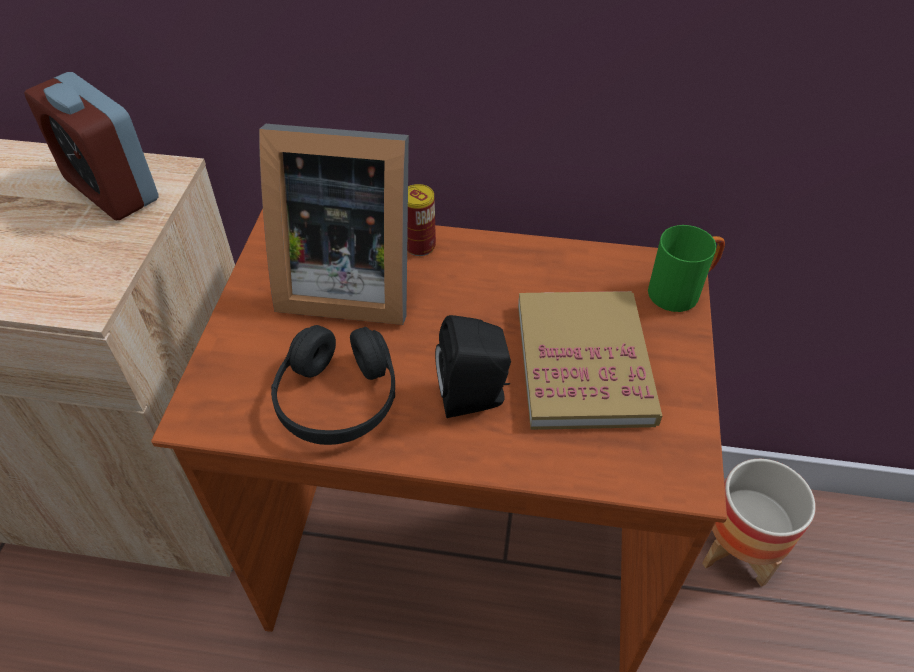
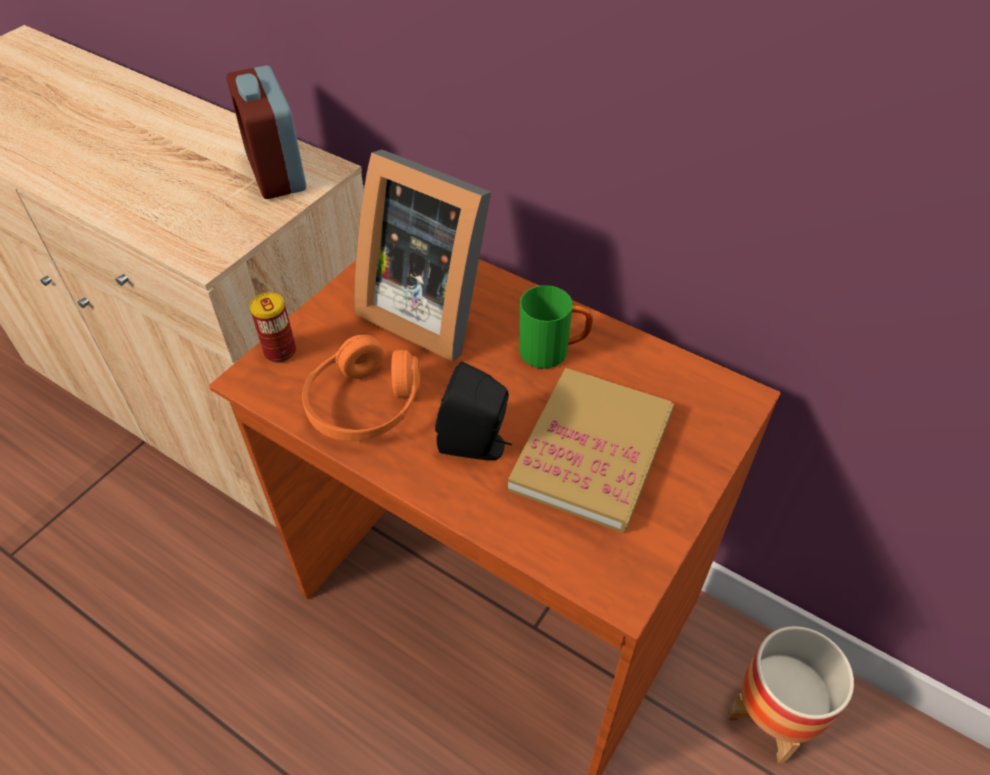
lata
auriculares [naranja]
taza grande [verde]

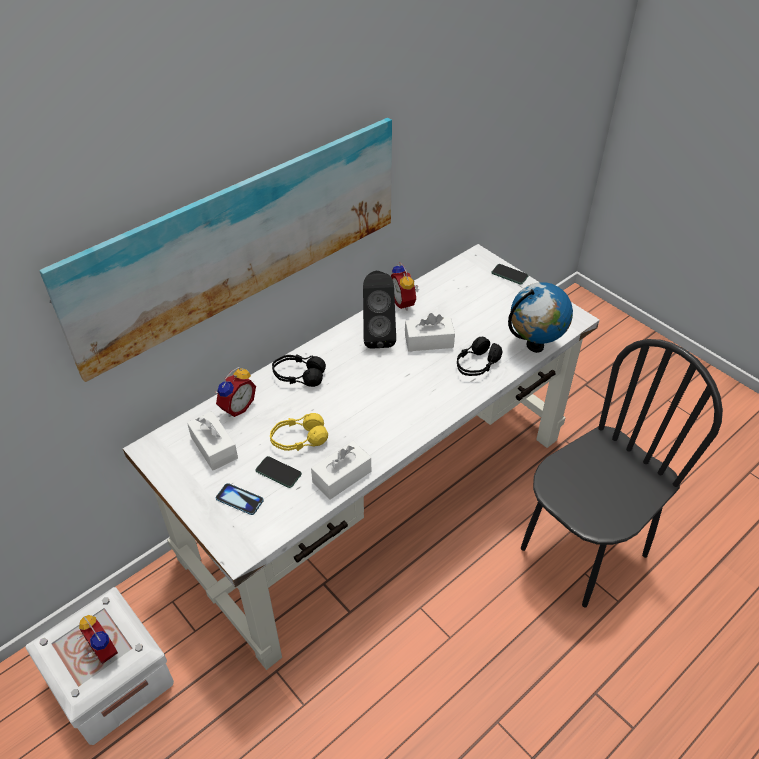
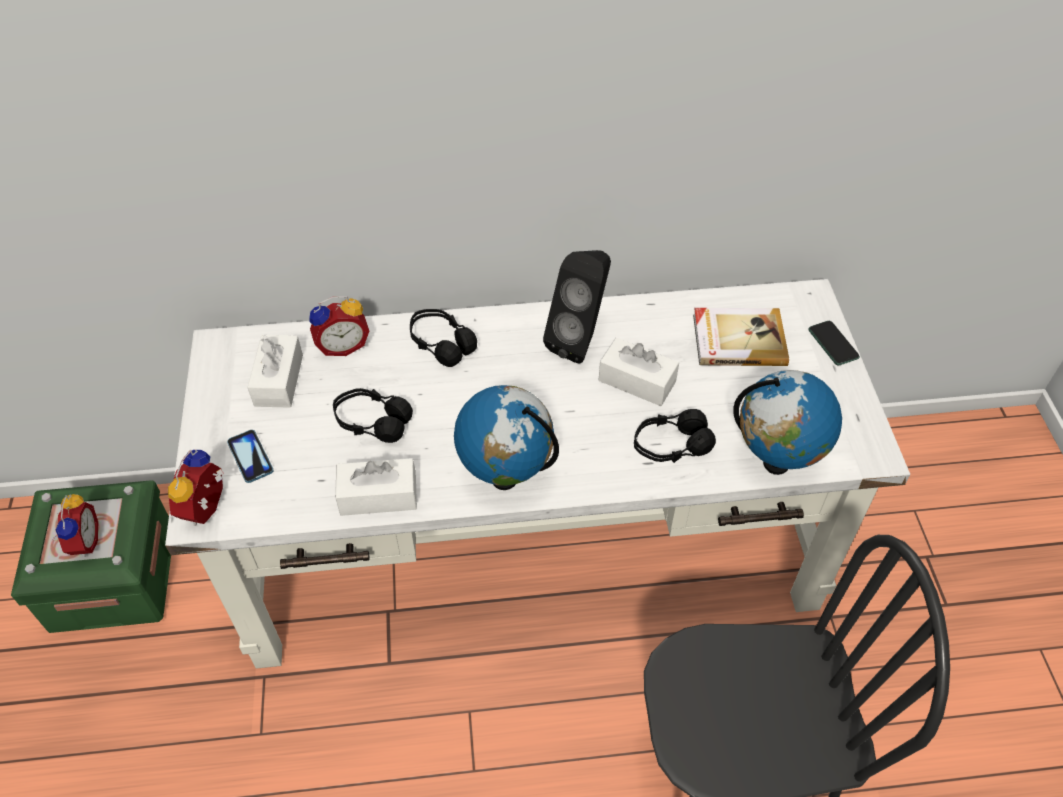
caja de almacenaje [verde]
despertador (2nd from left)
auriculares [negro] (1st from left)
globo terráqueo (1st from left)
libro
cuadro
móvil (2nd from left in the first image)

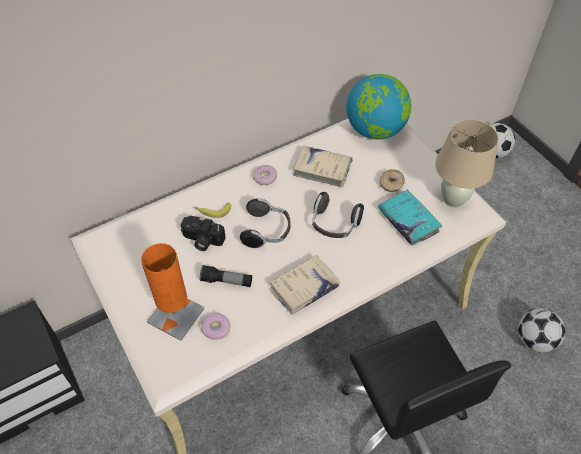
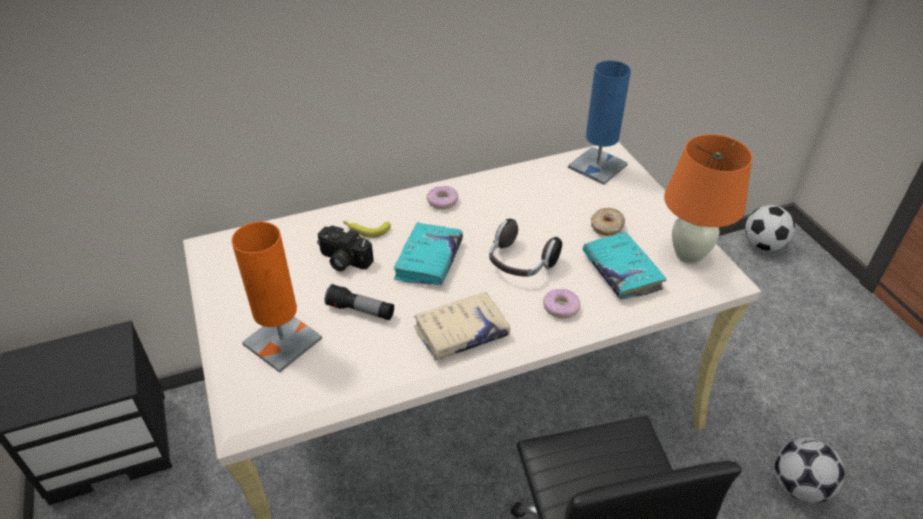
libro [turquesa] (1st from left)
rosquilla (2nd from left)
lámpara de mesa [azul]
lámpara de mesa [naranja] (2nd from left)
libro [beis] (2nd from left in the first image)

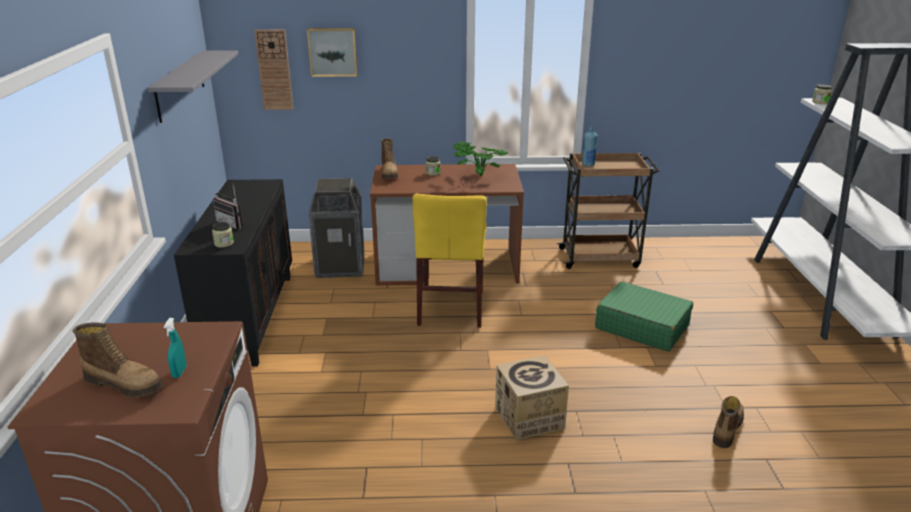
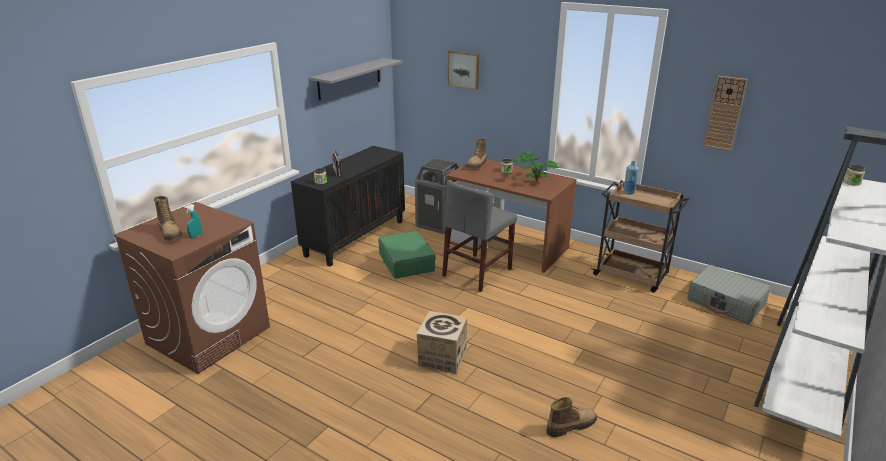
maleta [verde]
silla [gris]
maleta [gris]
reloj de pared

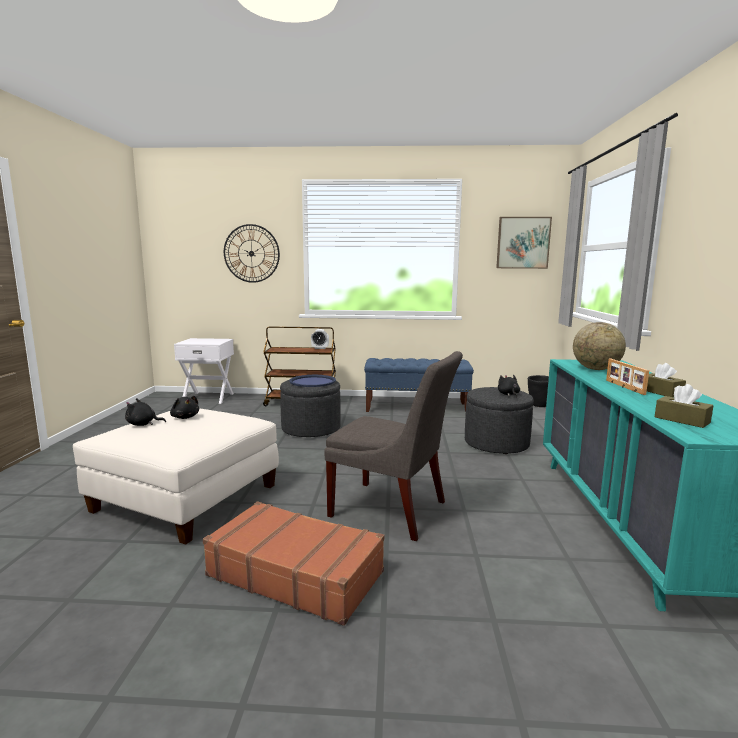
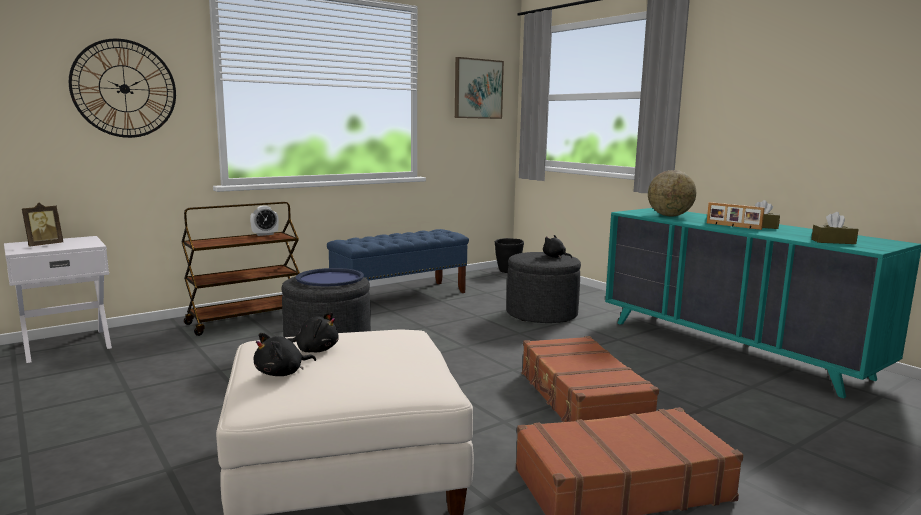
portarretratos (1st from left)
maleta [marrón] (1st from left)

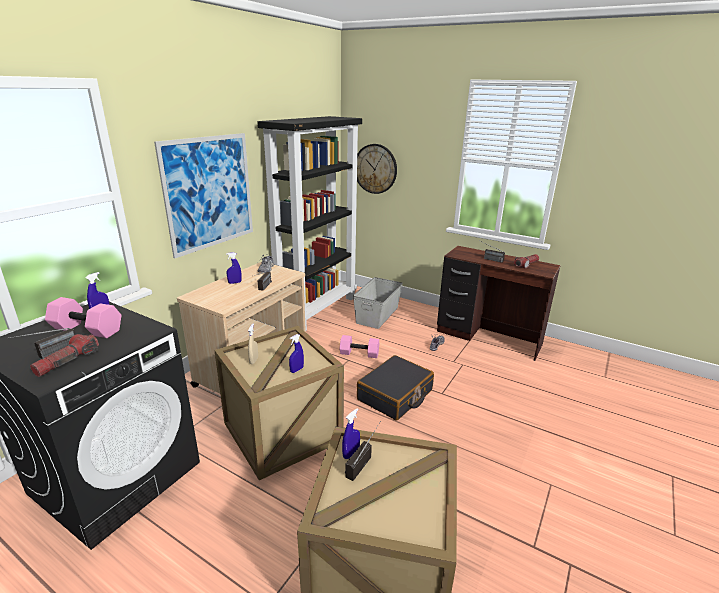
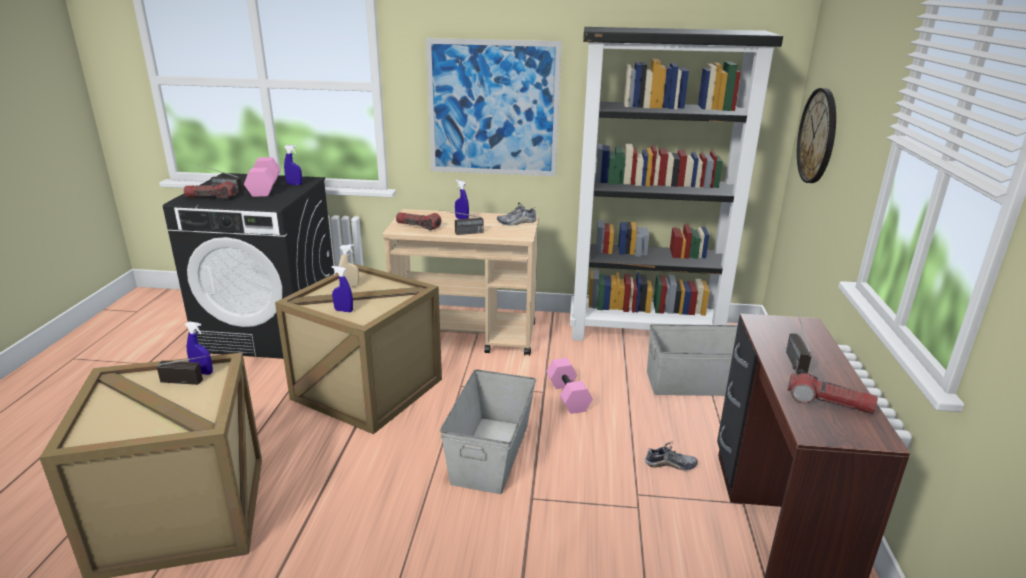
linterna (2nd from left)
caja de almacenaje [gris] (1st from left)

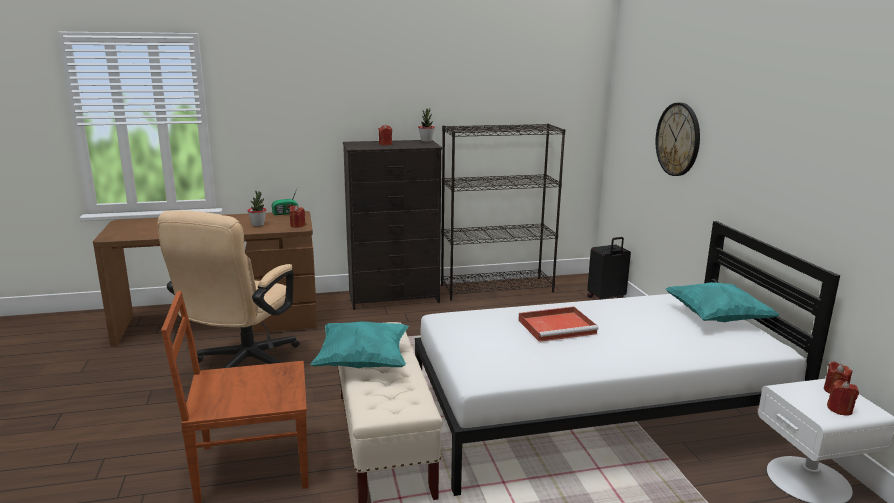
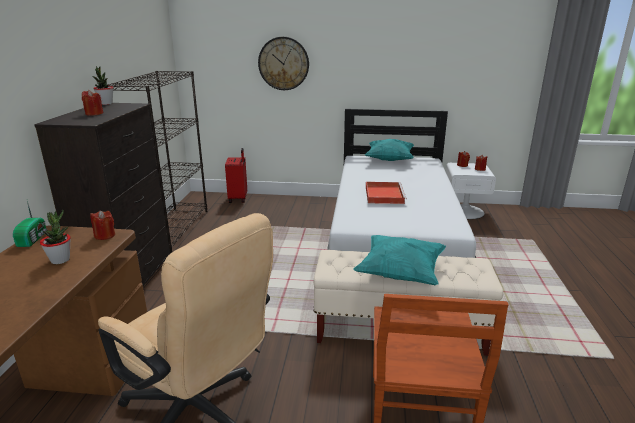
maleta [rojo]

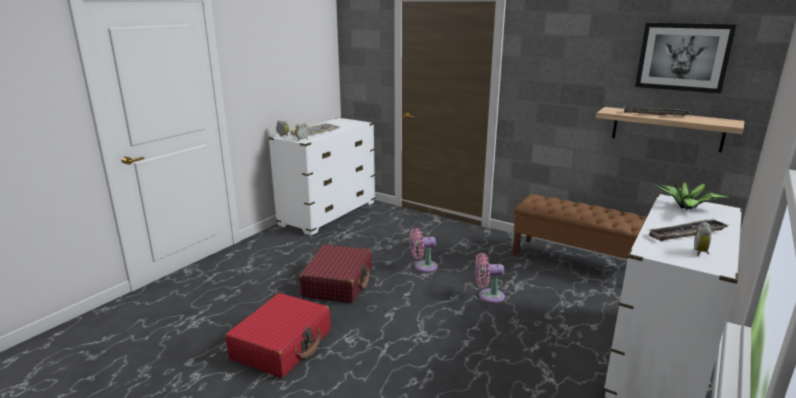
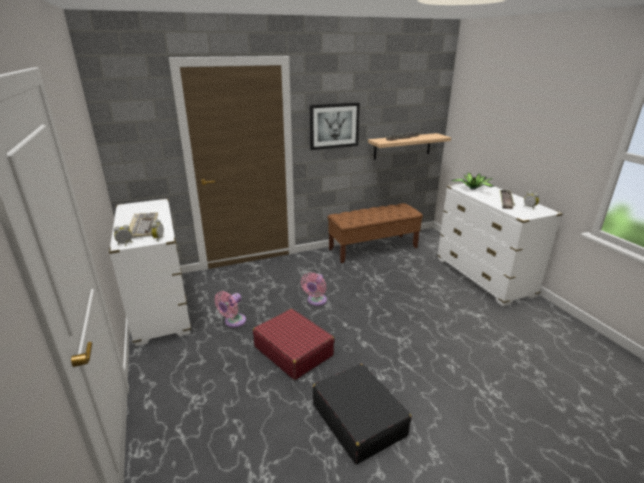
ventilador [rosa] (1st from left)
cuadro
maleta [negro]

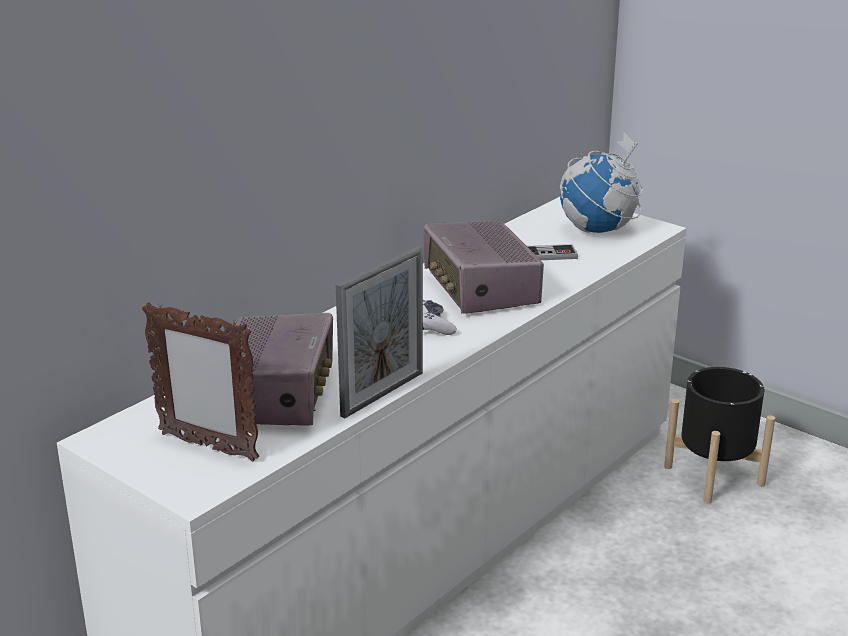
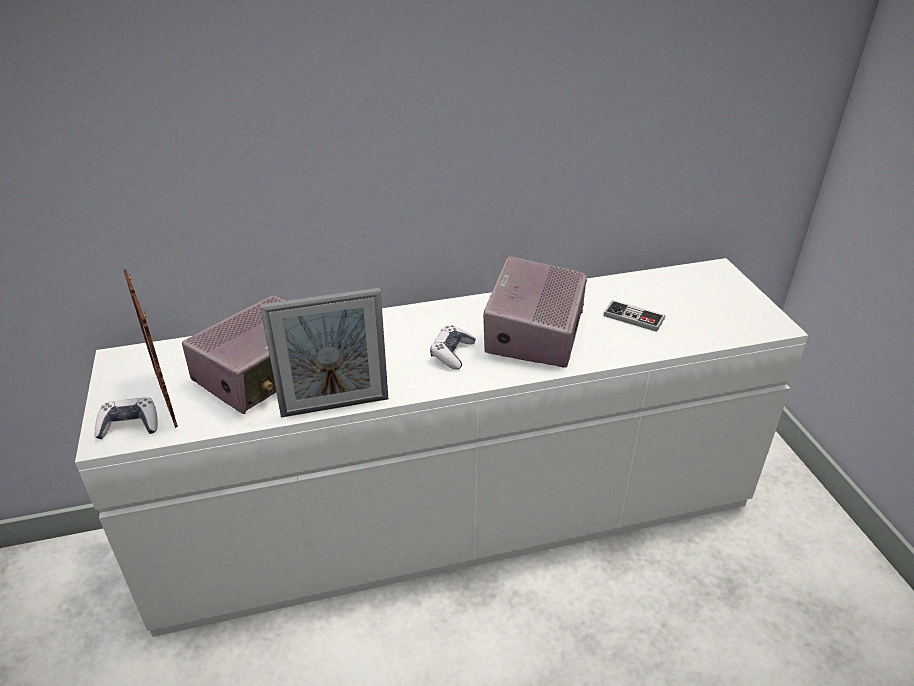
mando de consola (1st from left)
globo terráqueo
maceta [negro]

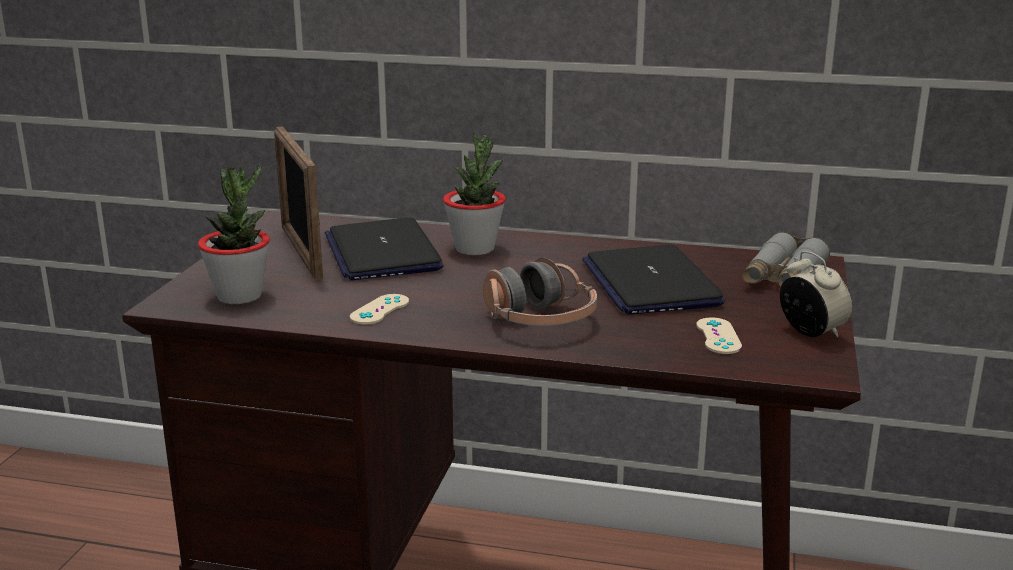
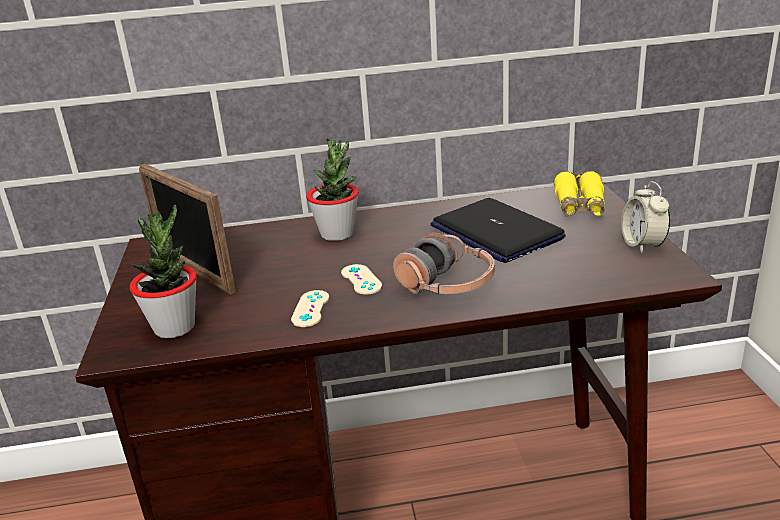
mando de consola [beis] (2nd from left)
prismáticos [amarillo]
despertador
portátil (1st from left in the first image)

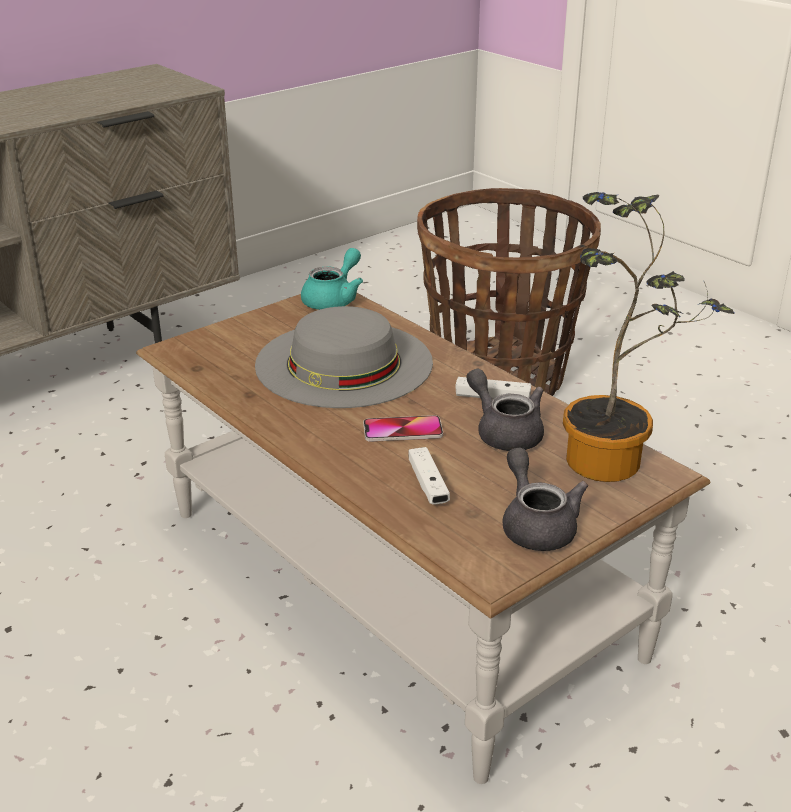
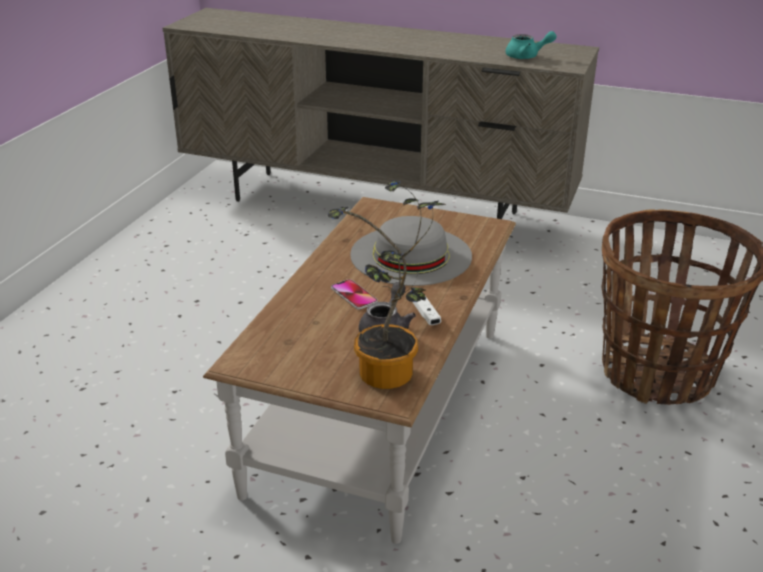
tetera [turquesa]
mando de consola [blanco] (1st from left in the first image)
tetera [gris] (2nd from left in the first image)

